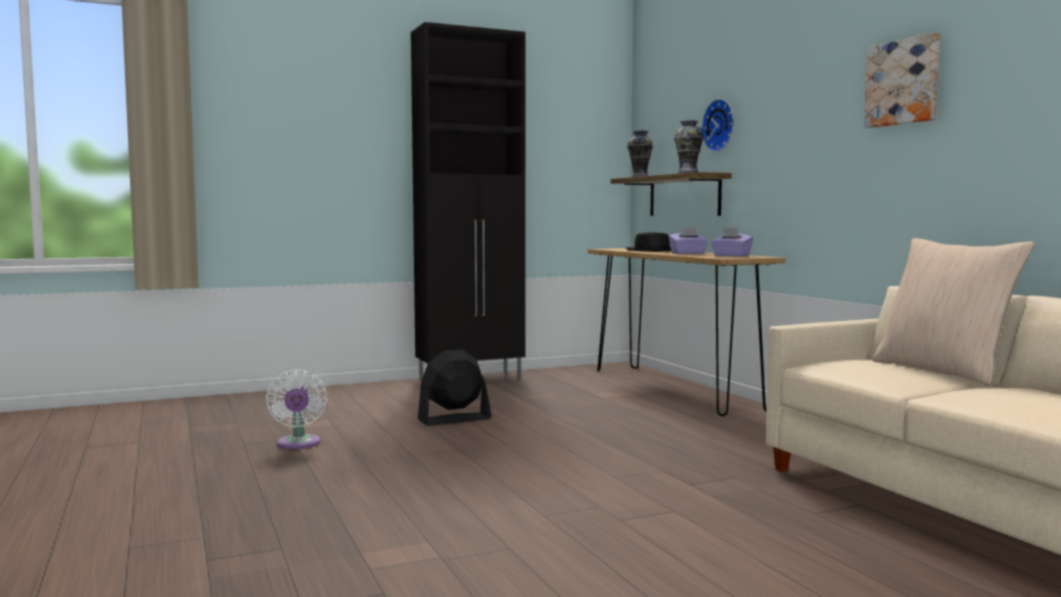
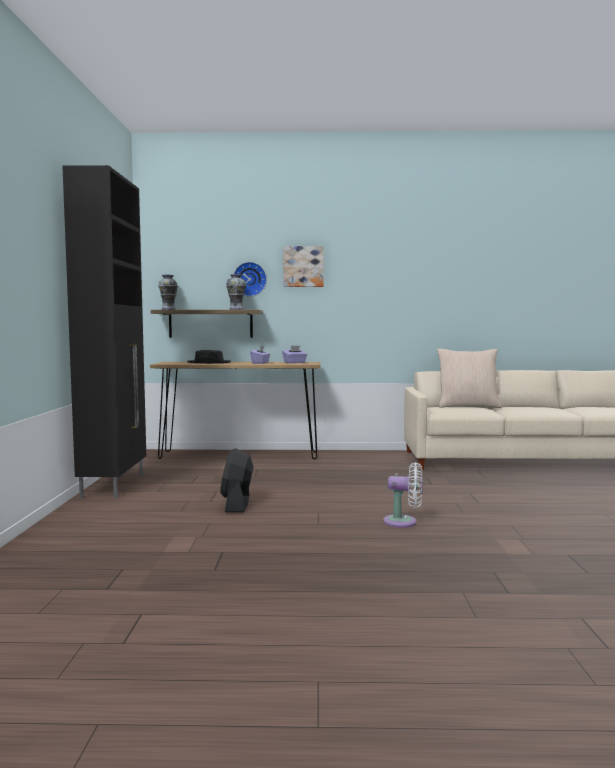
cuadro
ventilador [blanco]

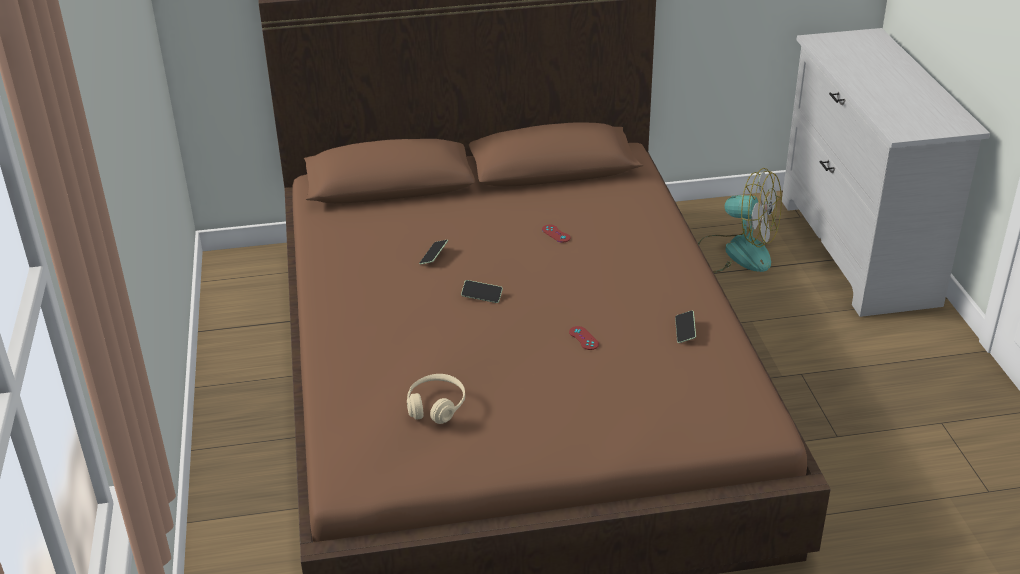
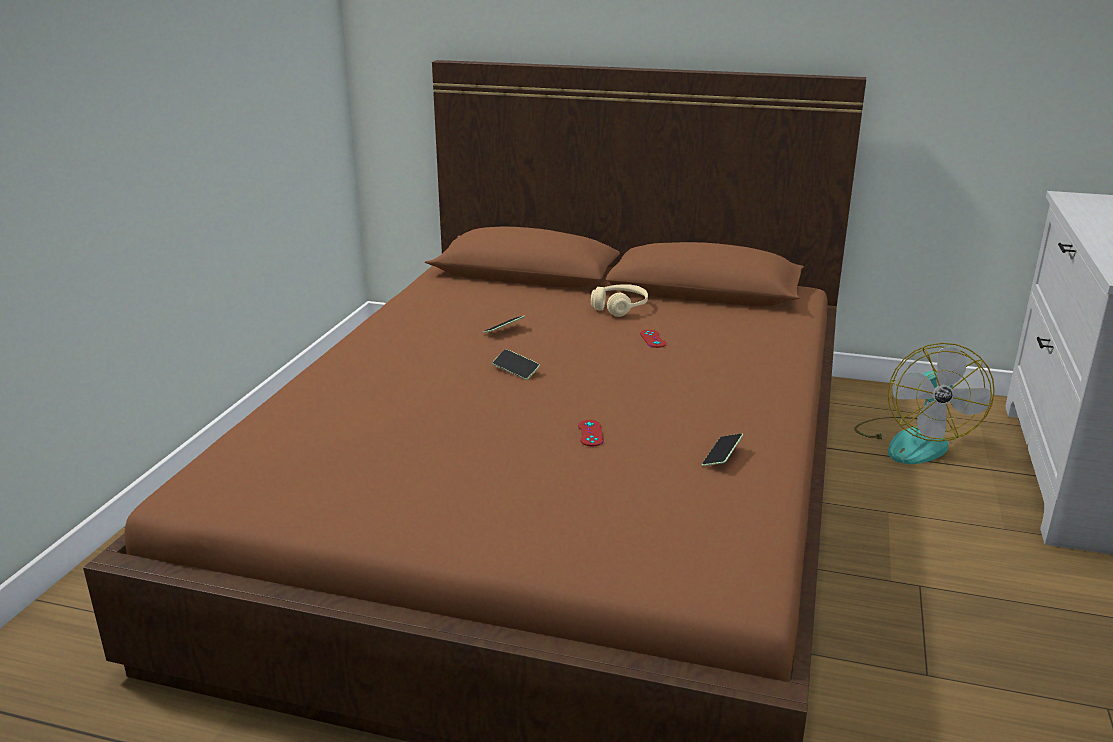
auriculares [beis]
ventilador

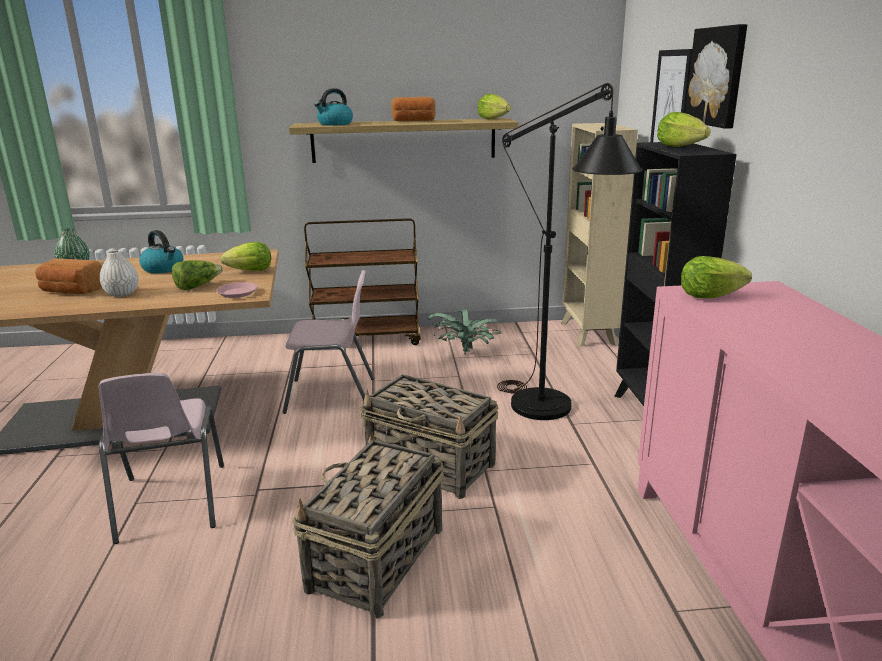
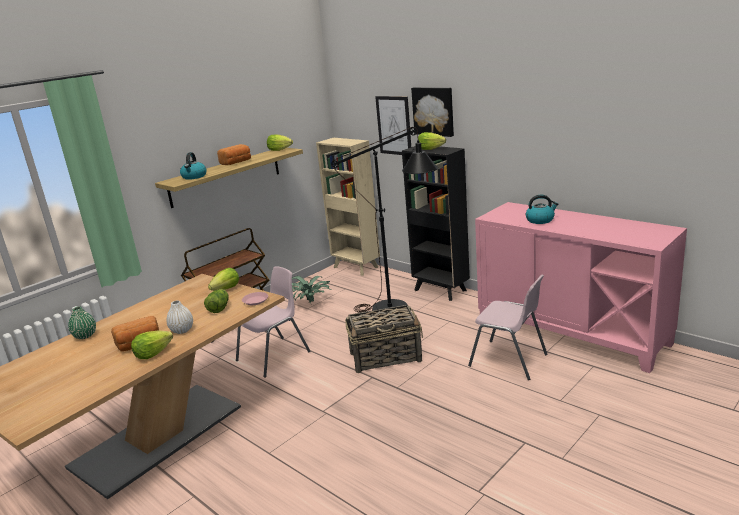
lechuga (1st from left)
silla [rosa] (2nd from left)
hervidor (2nd from left)
cesta (1st from left in the first image)

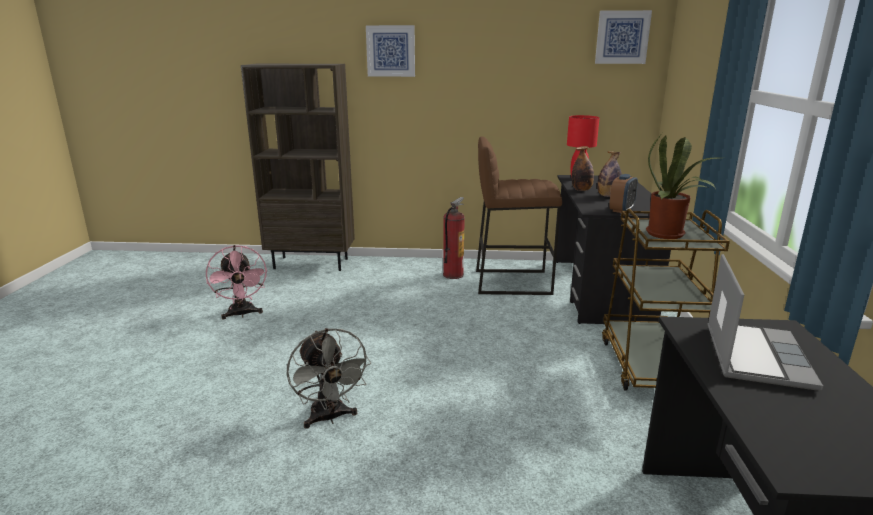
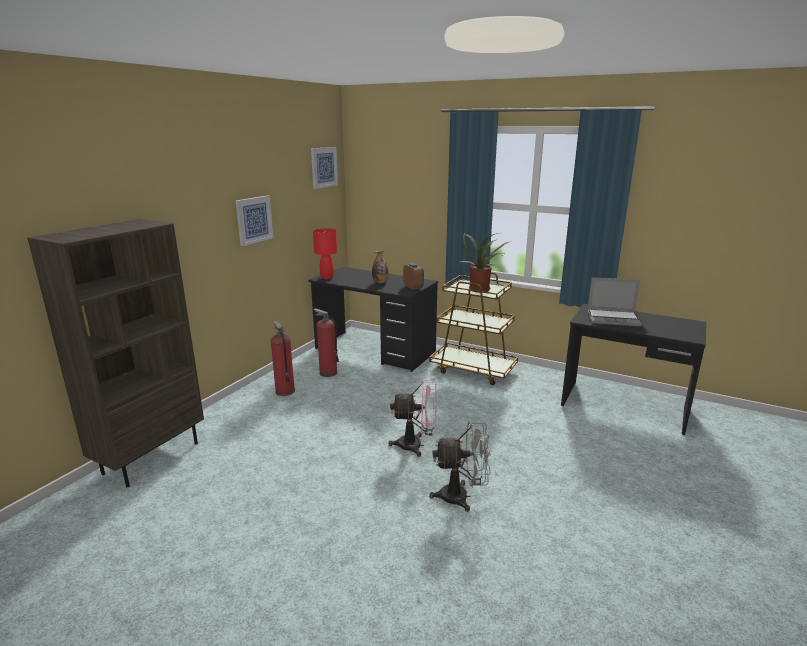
cuadro (1st from left)
extintor (2nd from left)
ventilador [rosa]
portátil
botella (1st from left in the first image)

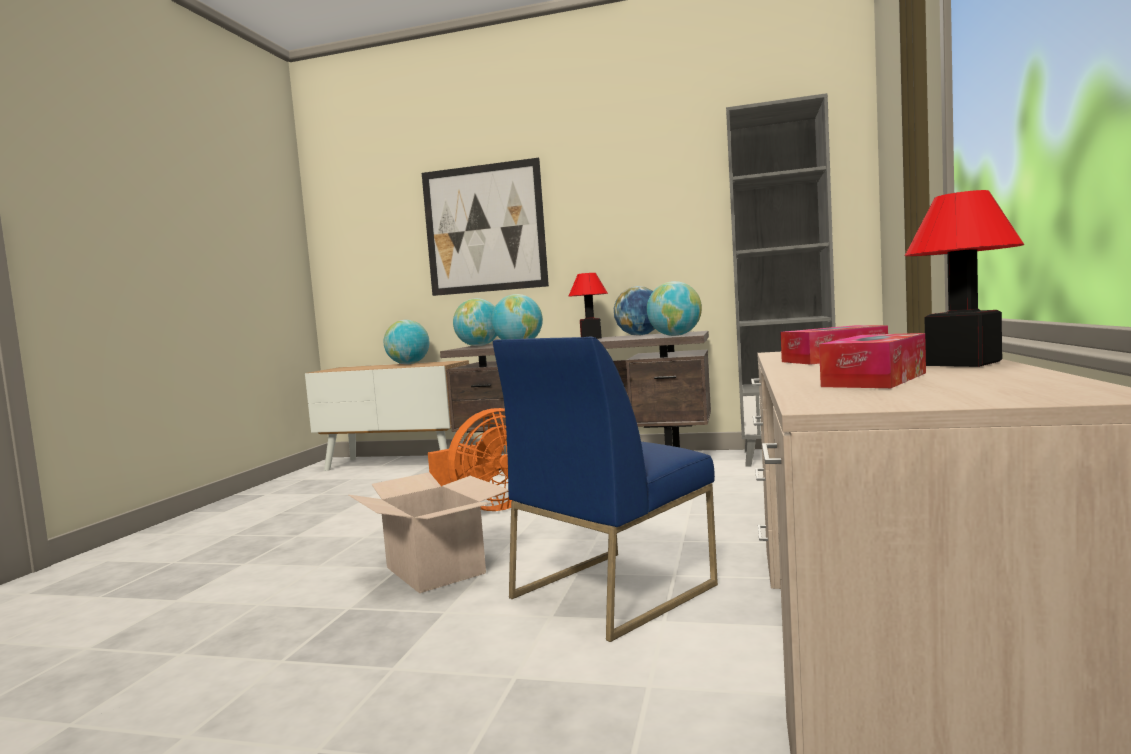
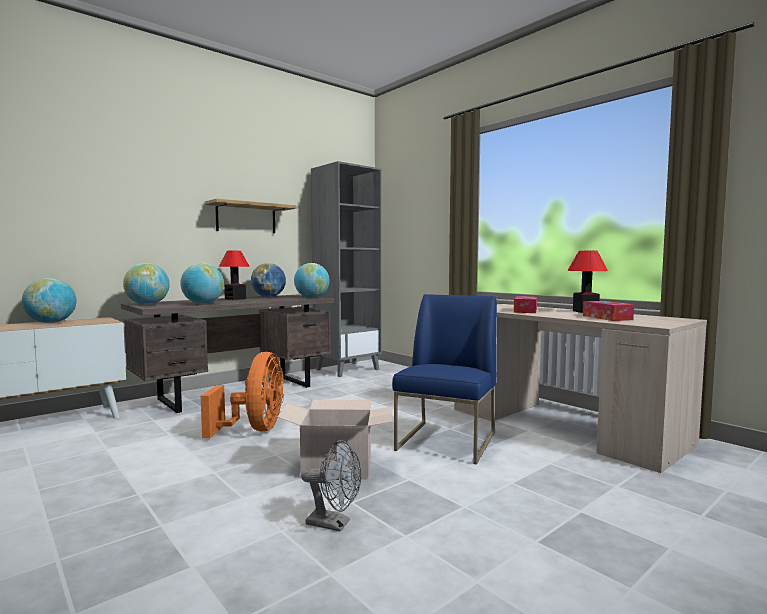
estante
ventilador [gris]
silla [azul]
cuadro

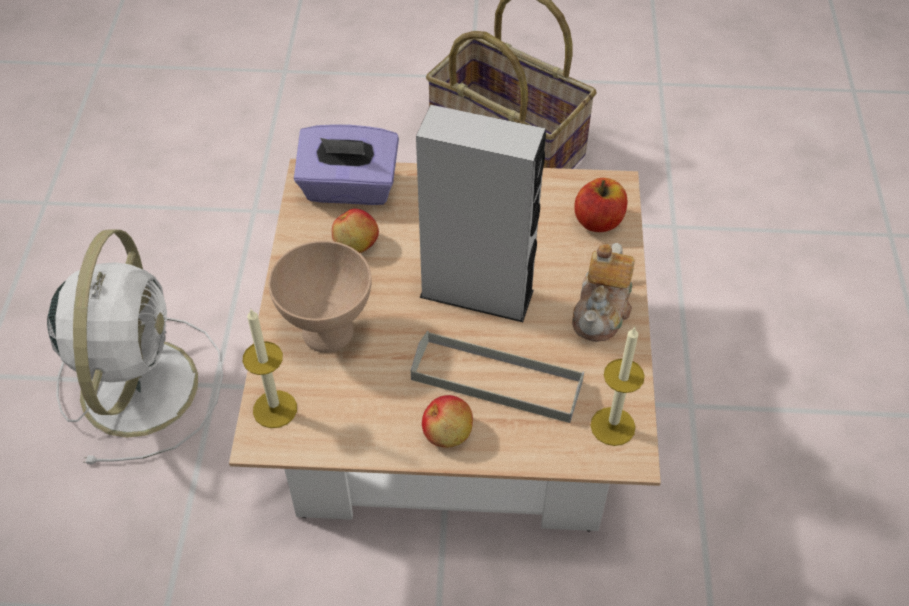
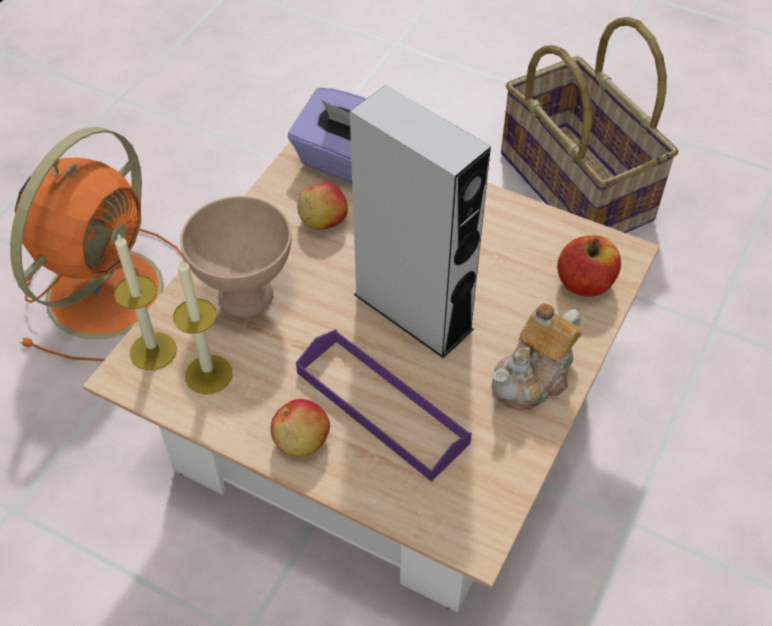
ventilador [naranja]
vela (2nd from left)
bandeja [morado]

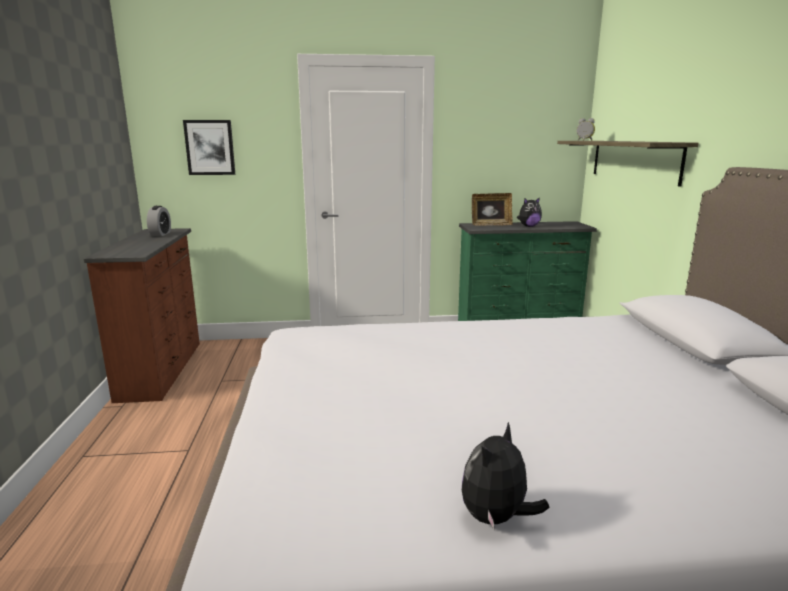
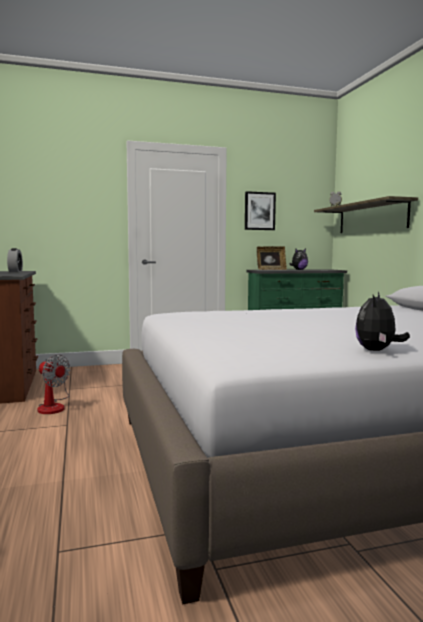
ventilador
cuadro

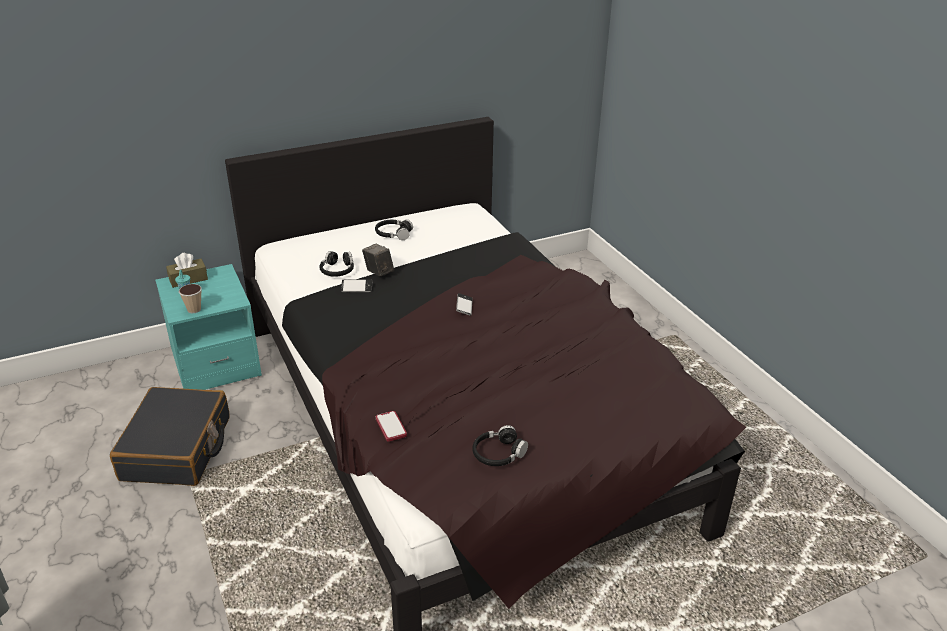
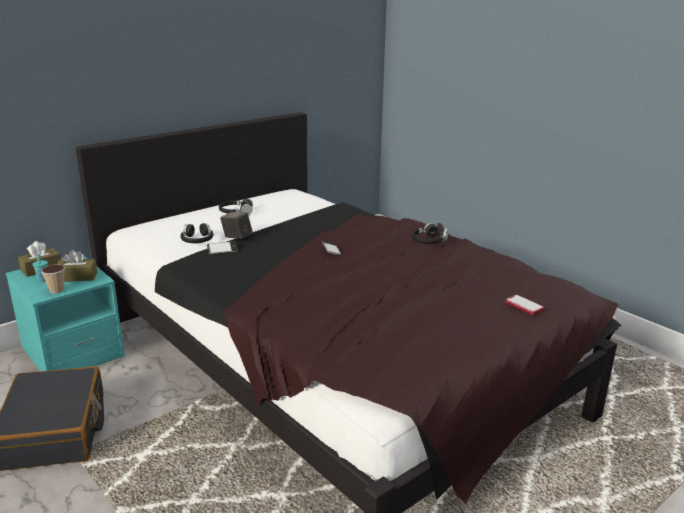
caja de pañuelos [marrón] (2nd from left)
auriculares [negro] (3rd from left)
móvil (3rd from left)

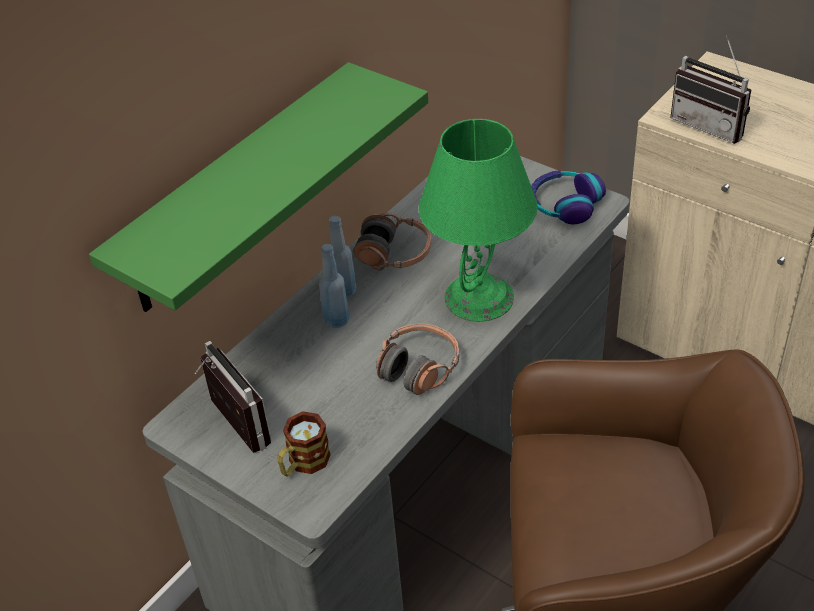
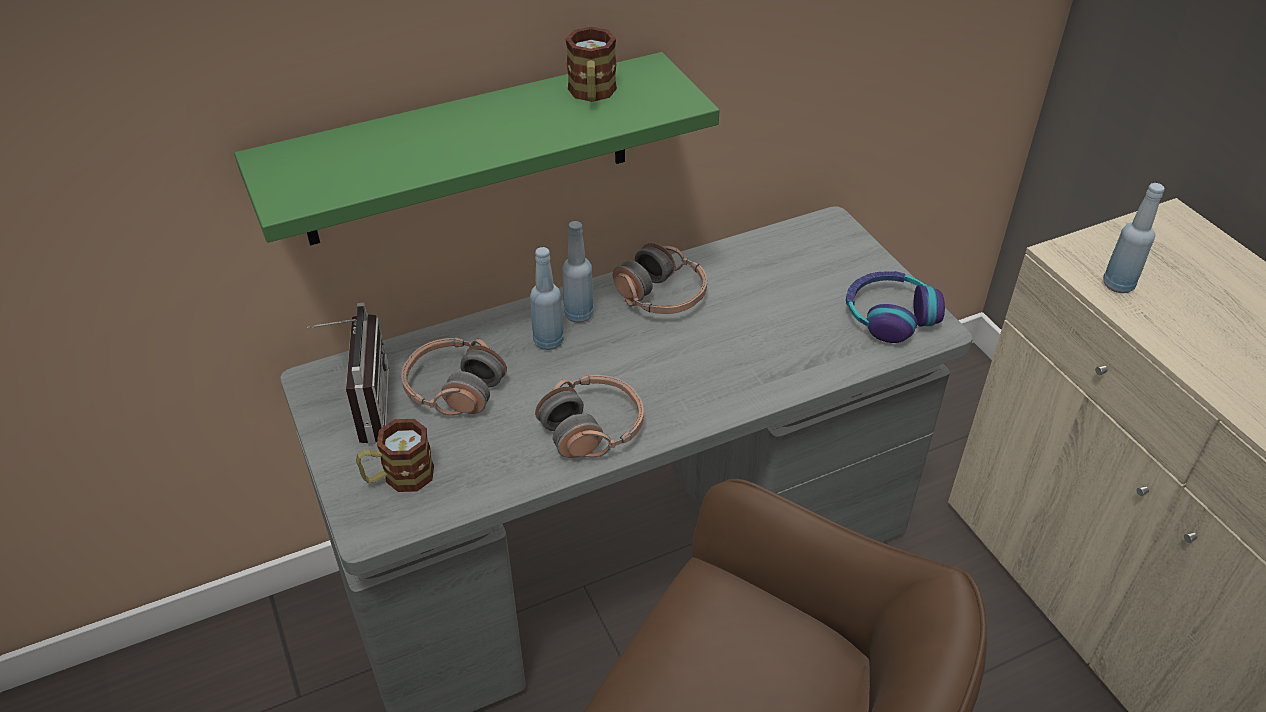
auriculares (1st from left)
taza grande (2nd from left)
botella [azul] (3rd from left)
lámpara de mesa [verde]

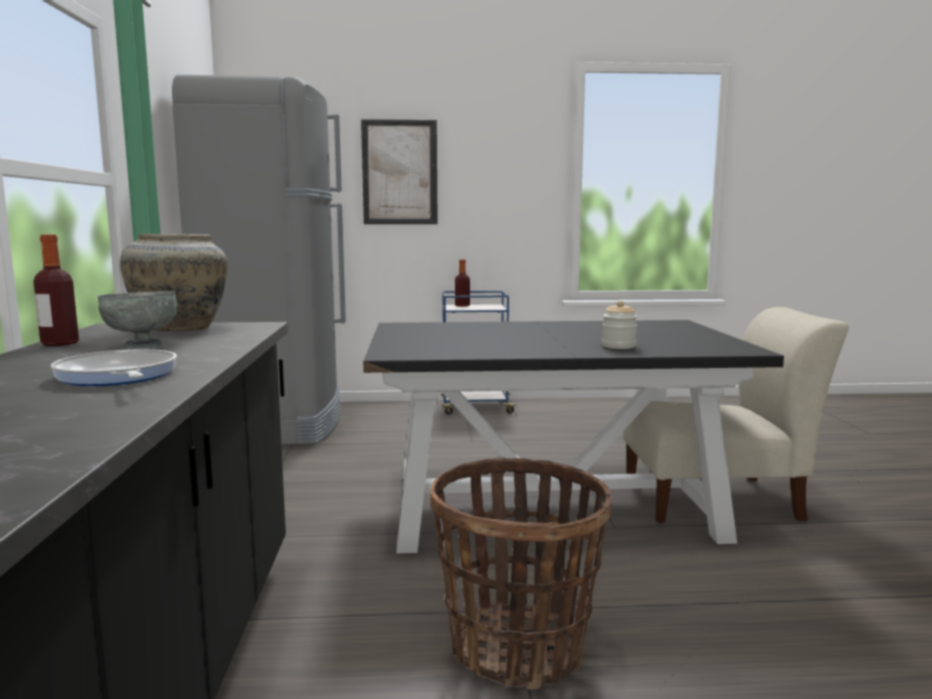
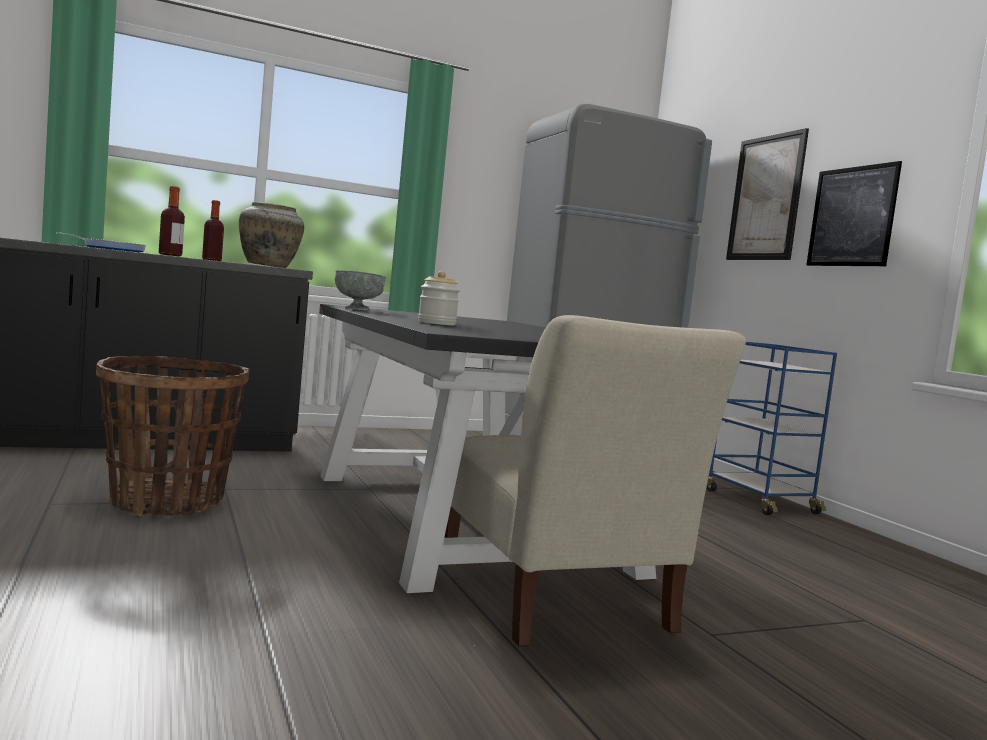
botella (1st from left)
cuenco [gris]
cuadro (2nd from left)

